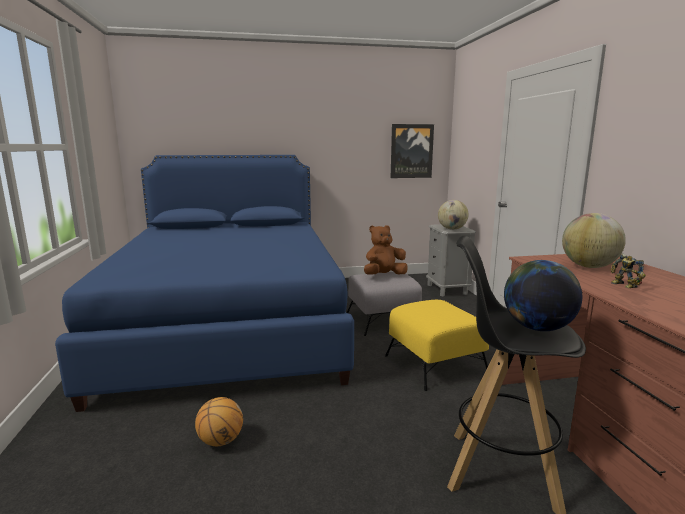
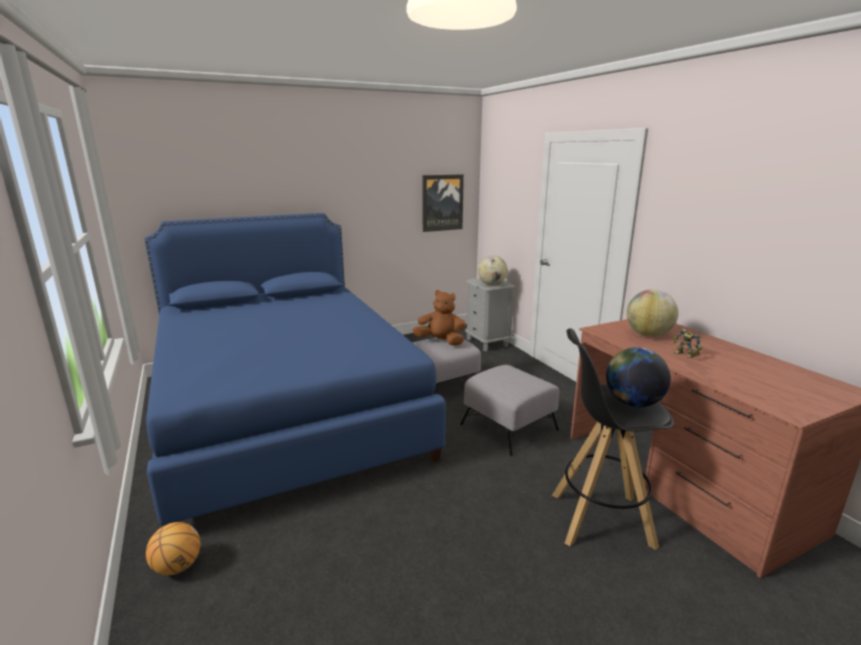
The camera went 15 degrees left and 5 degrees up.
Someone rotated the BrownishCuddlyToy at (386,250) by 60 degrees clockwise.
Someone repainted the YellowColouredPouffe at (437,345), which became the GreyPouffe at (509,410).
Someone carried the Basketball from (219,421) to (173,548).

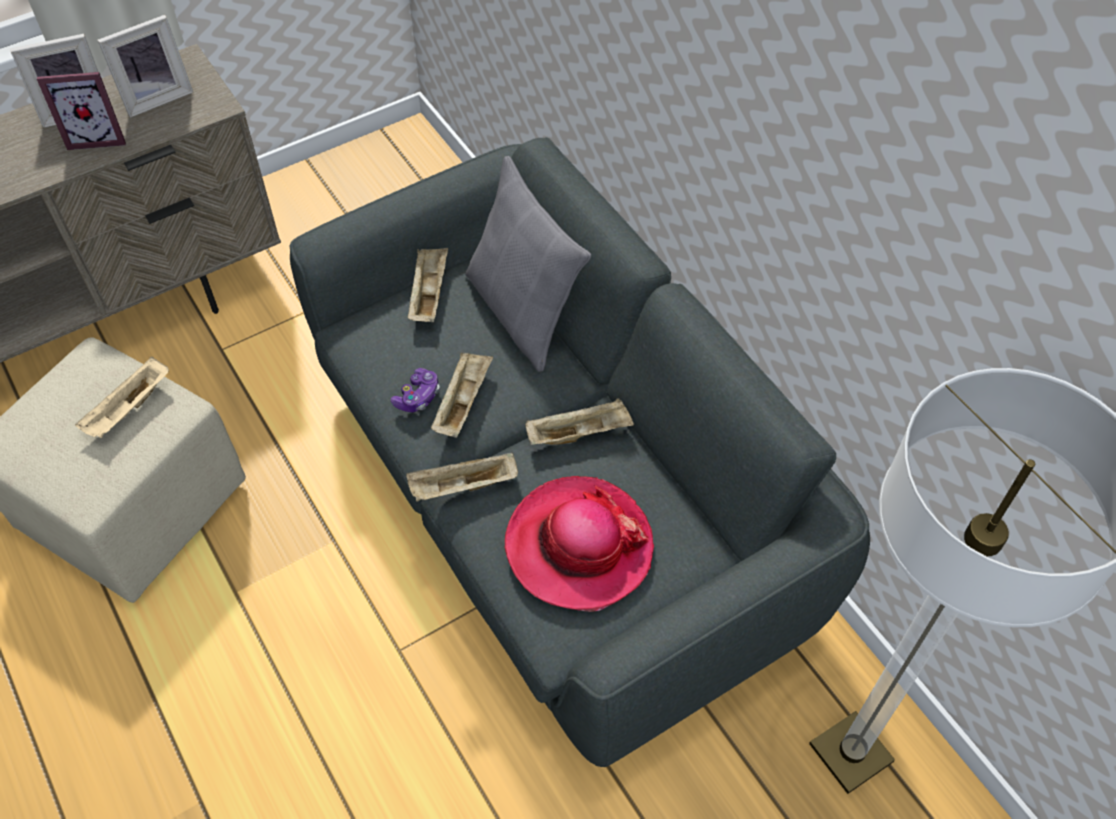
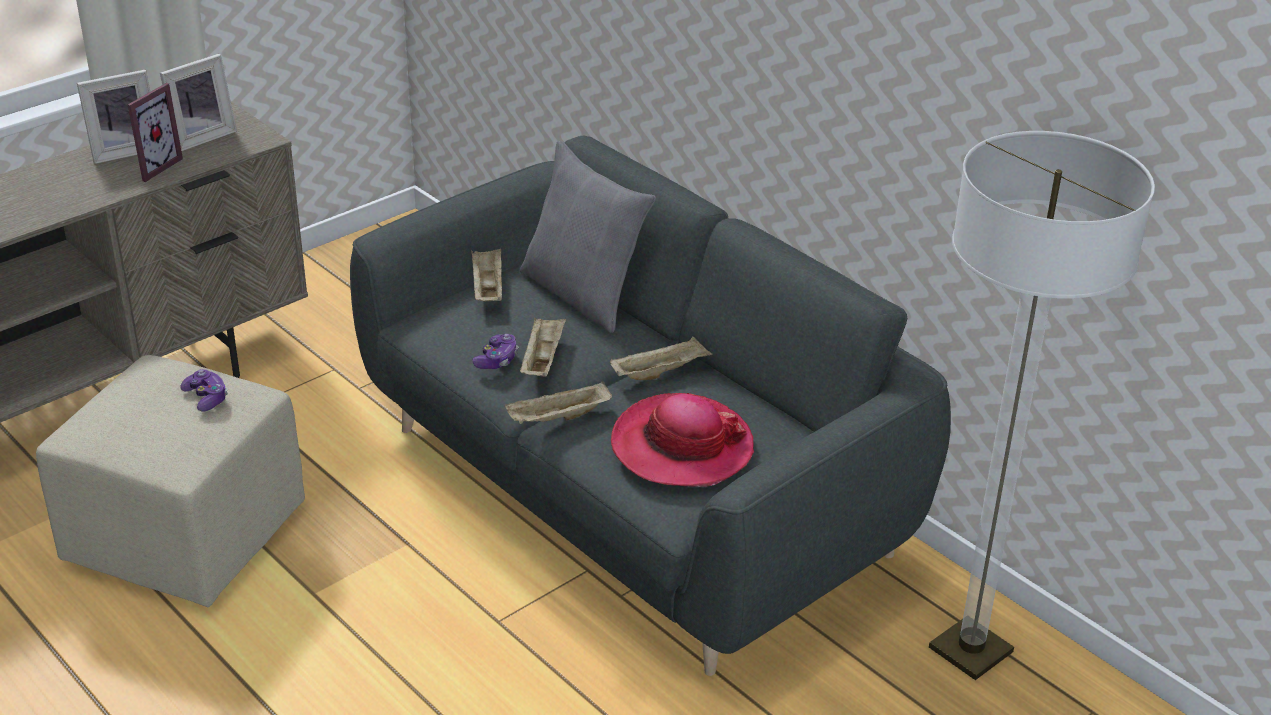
The camera went 10 degrees left and 20 degrees down.
Someone rotated the PhotoFrame at (81,111) by 45 degrees counterclockwise.
Someone swapped the BeigeColouredServingTray at (122,397) for the GameController at (204,390).

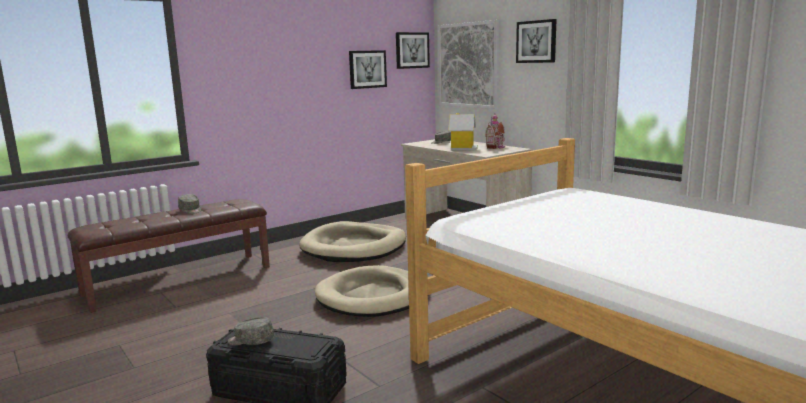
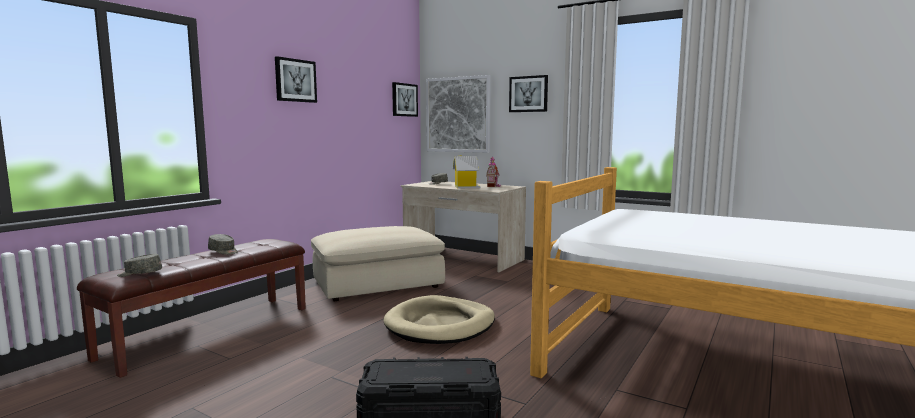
The camera went 20 degrees left and 5 degrees down.
Someone carried the WallPicture from (368,69) to (296,79).
Someone swapped the BeigeColouredDogCushion at (352,241) for the BeigeColouredPouffe at (378,263).
Someone carried the GreyCap from (251,331) to (139,265).

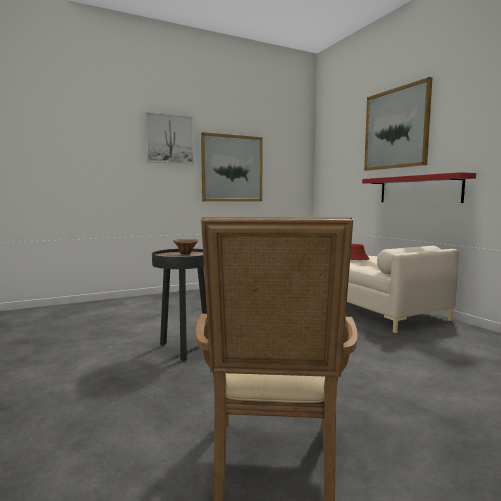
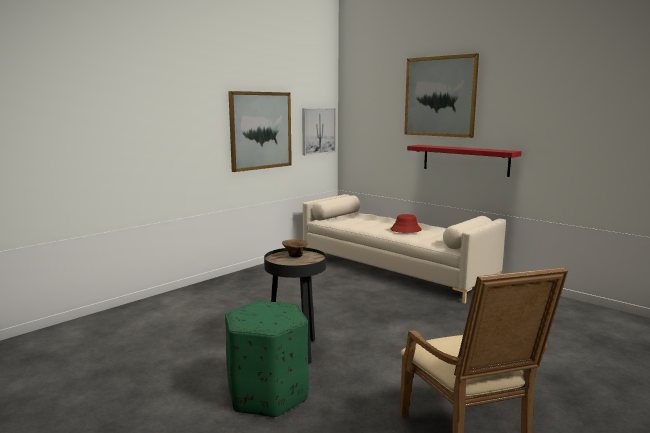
The camera went 20 degrees left and 5 degrees up.
Someone carried the WallPicture from (169,138) to (319,131).
Someone put down the GreenishPouffe at (267,359).

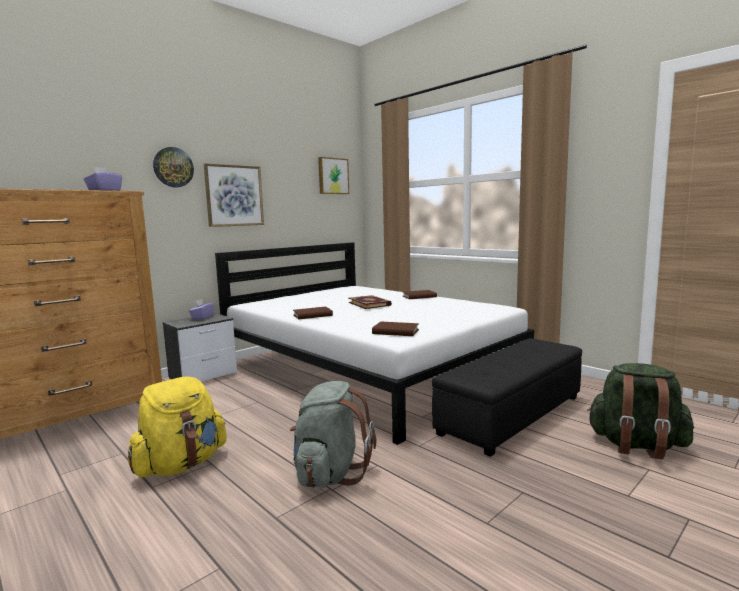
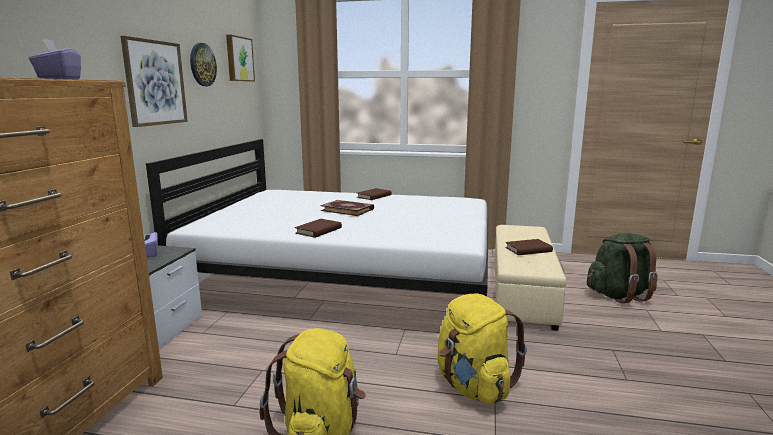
The camera went 35 degrees left and 5 degrees up.
Someone carried the ClockOnTheWall from (173,167) to (203,64).
Someone carried the BrownishVolume from (395,329) to (529,247).
Someone repainted the BlackColouredPouffe at (507,397), which became the BeigeColouredPouffe at (531,278).
Someone repainted the GreyRucksack at (333,434), which became the YellowColouredRucksack at (482,349).

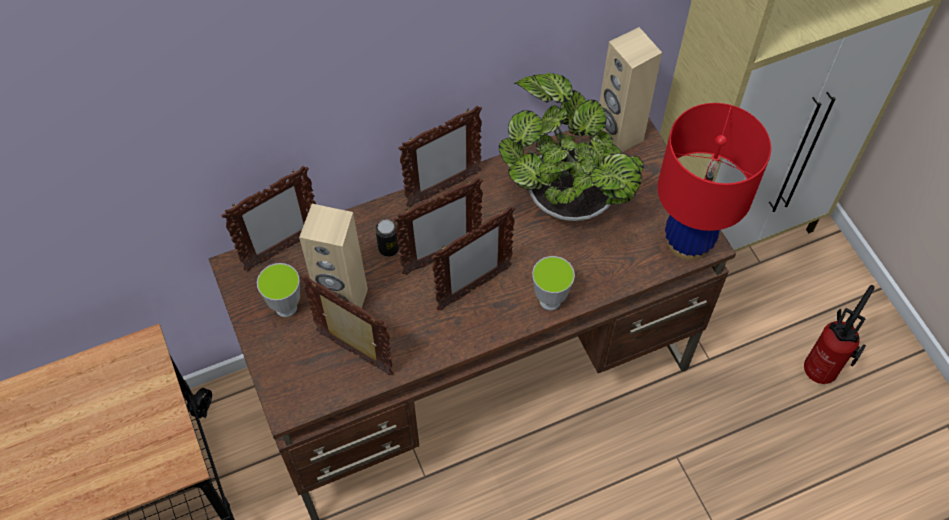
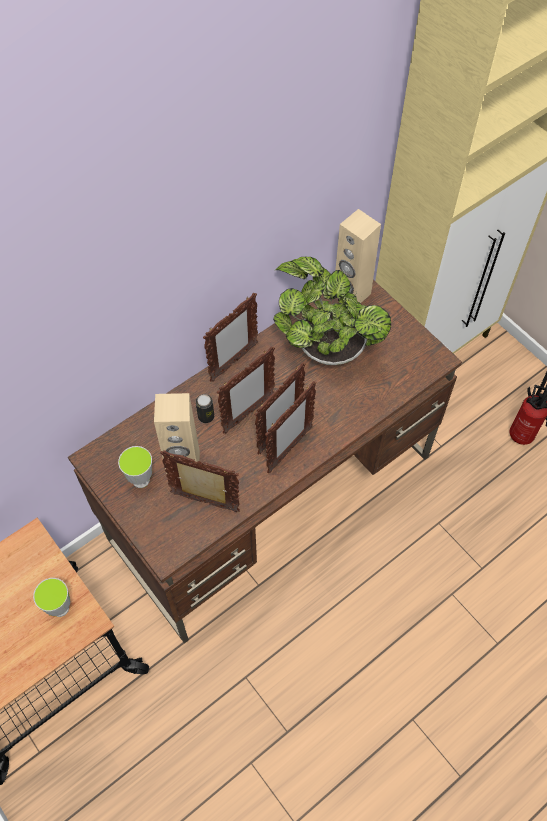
The camera went 15 degrees left and 0 degrees up.
Someone took away the ReddishTableLamp at (714,181).
Someone carried the PhotoFrame from (268,218) to (291,427).
Someone carried the DrinkingCup from (553,283) to (51,597).

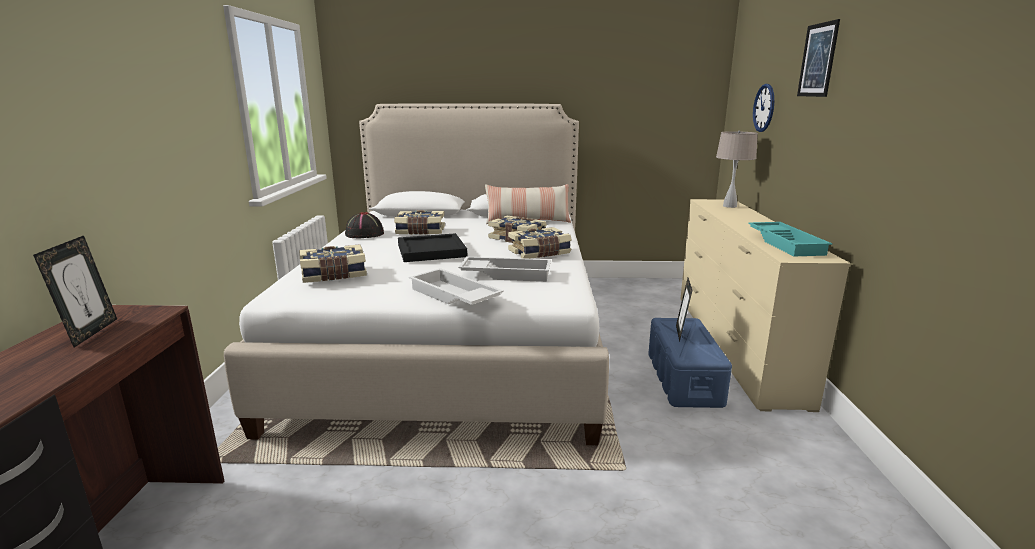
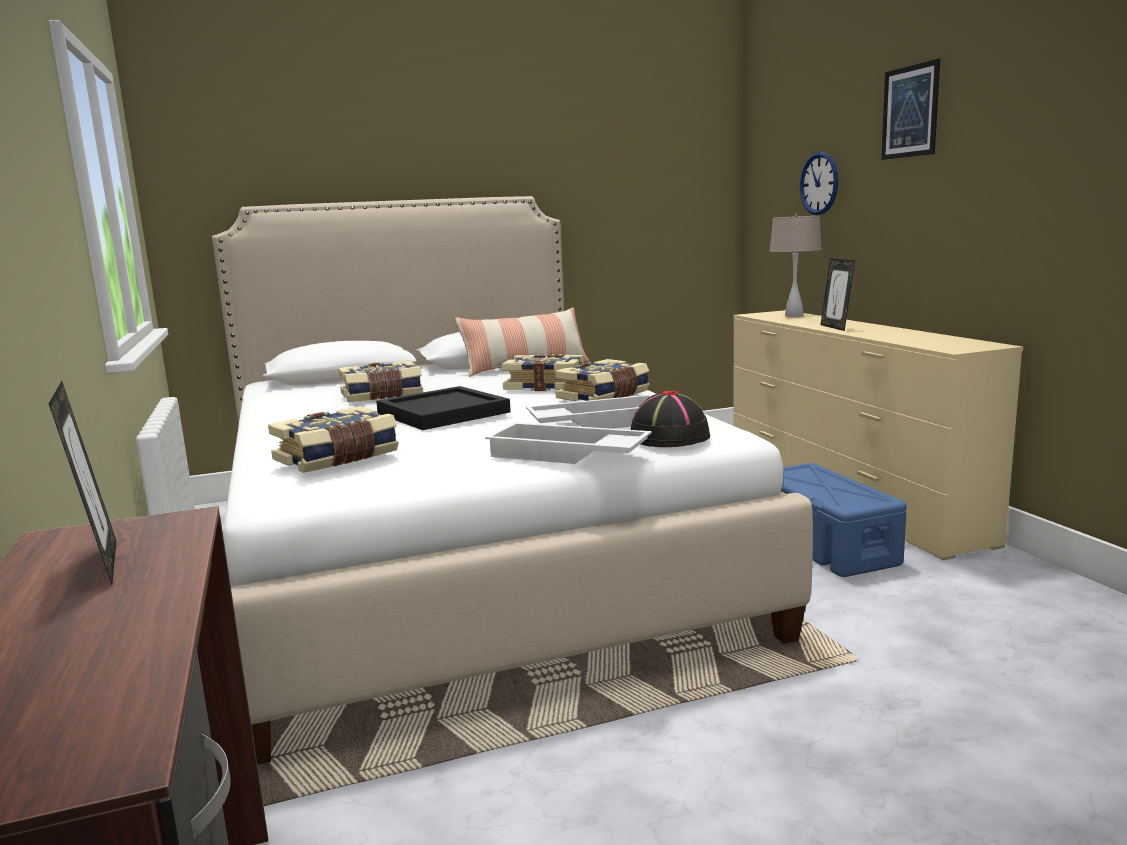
The camera went 20 degrees left and 5 degrees down.
Someone carried the BlackColouredHat from (364,225) to (670,419).
Someone took away the BlueGreenServingTray at (790,239).
Someone carried the PhotoFrame from (684,310) to (838,294).

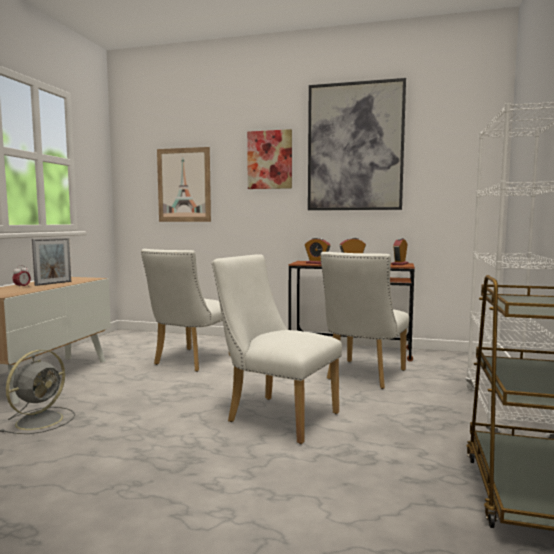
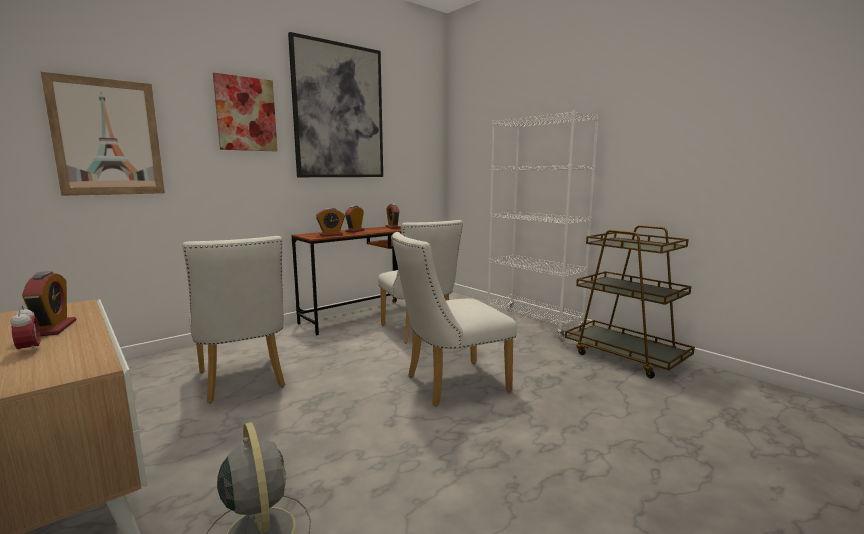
The camera went 55 degrees left and 5 degrees up.
Someone swapped the PhotoFrame at (51,262) for the AlarmClock at (49,303).

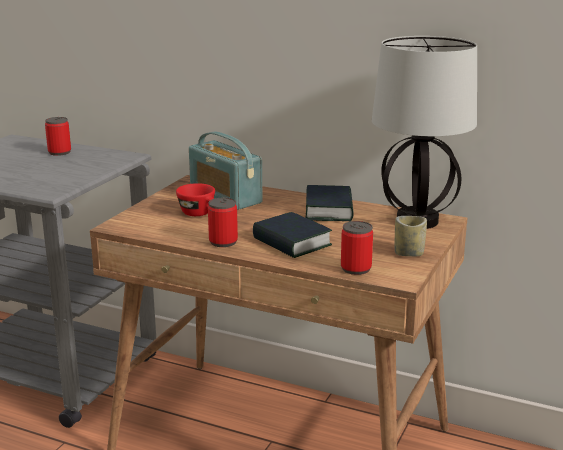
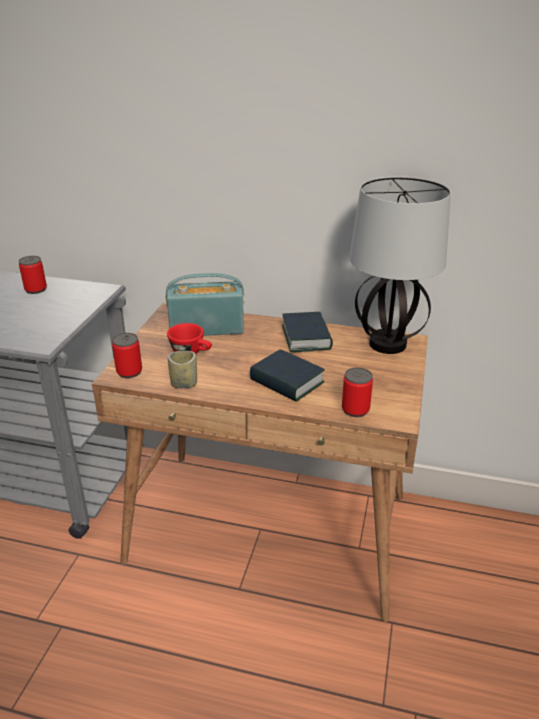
The camera went 10 degrees left and 10 degrees up.
Someone rotated the Radio at (225,171) by 135 degrees clockwise.
Someone carried the MetalCan from (223,222) to (127,355).
Someone carried the DrinkingCup from (411,236) to (182,370).

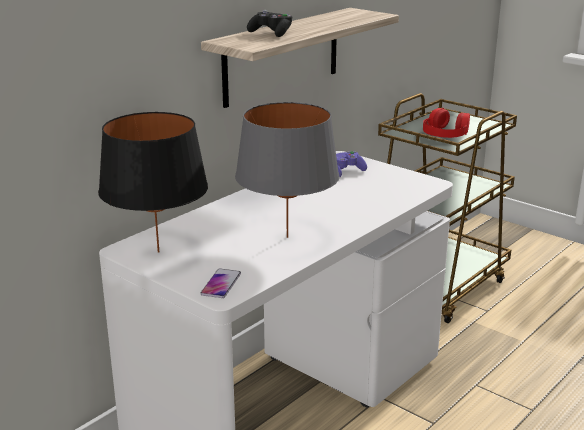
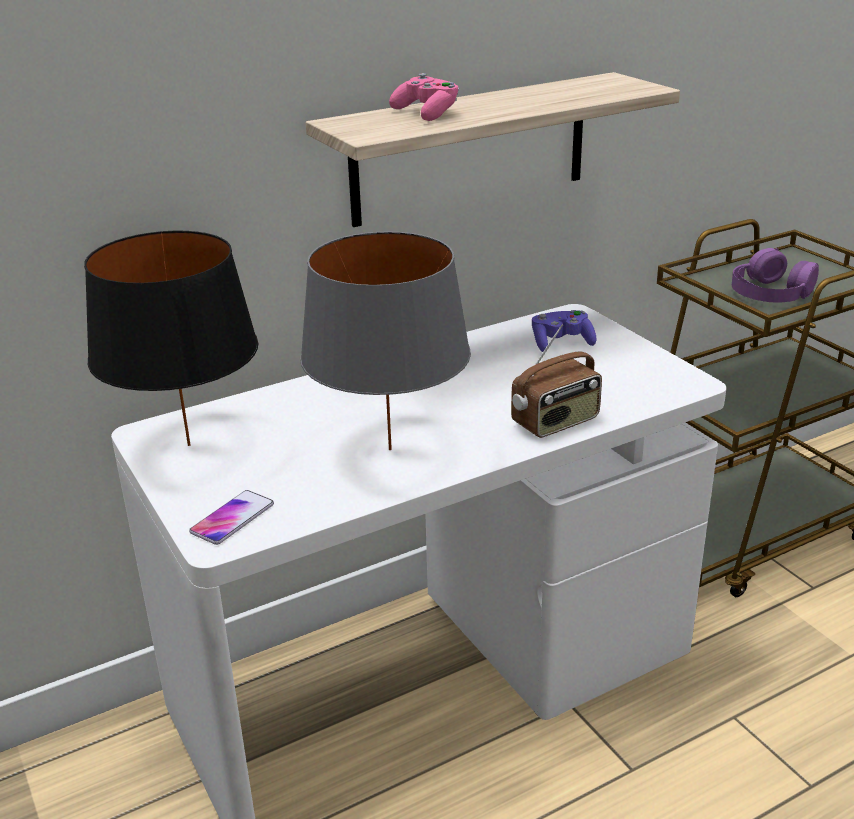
The camera went 20 degrees right and 5 degrees up.
Someone repainted the BlackColouredGameController at (269,23), which became the PinkGameController at (424,97).
Someone repainted the ReddishHeadset at (446,123), which became the PurpleHeadset at (775,275).
Someone put down the Radio at (556,381).

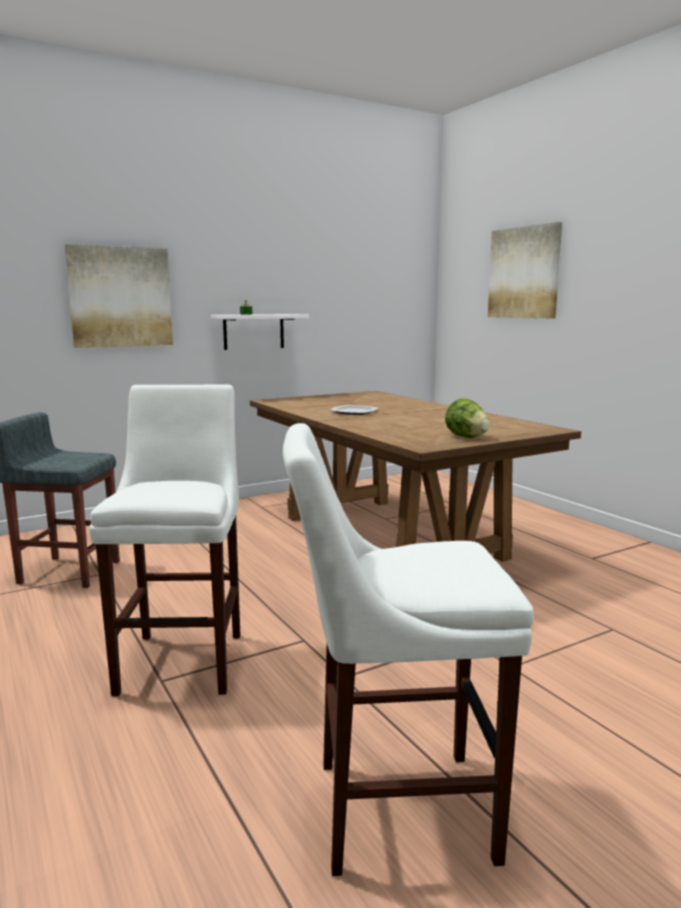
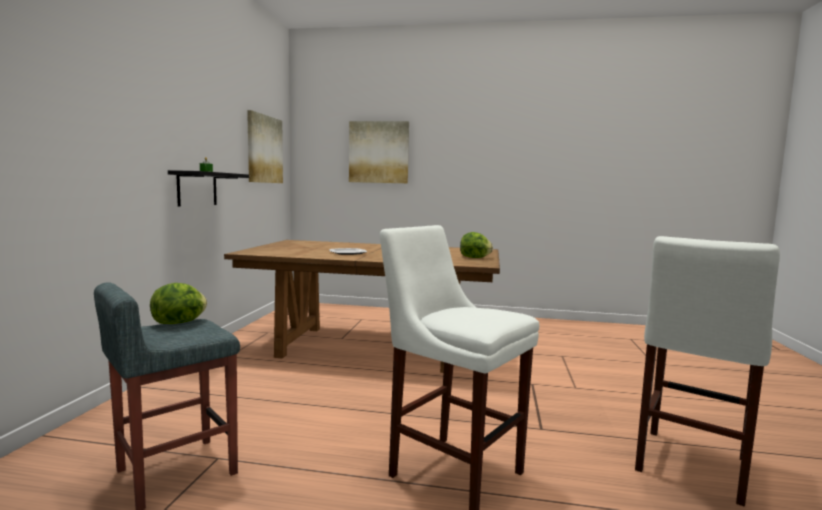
The camera went 50 degrees left and 5 degrees down.
Someone carried the WallPicture from (119,296) to (265,146).
Someone repainted the WhiteColouredBracketShelf at (259,332), which became the BlackColouredBracketShelf at (208,188).
Someone put down the LettuceHead at (178,303).

